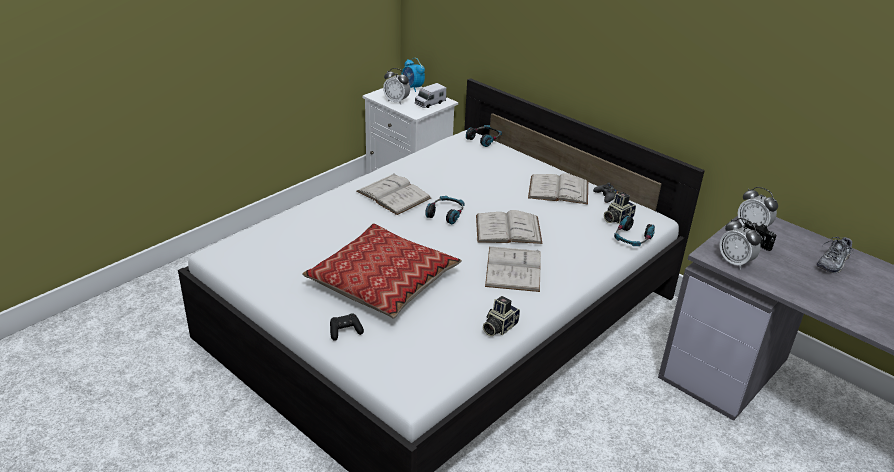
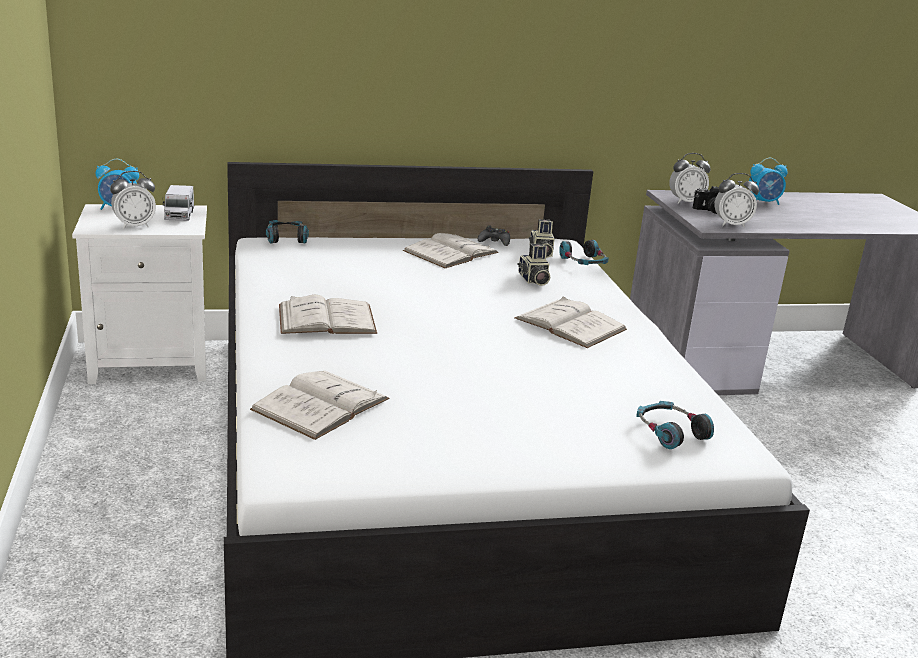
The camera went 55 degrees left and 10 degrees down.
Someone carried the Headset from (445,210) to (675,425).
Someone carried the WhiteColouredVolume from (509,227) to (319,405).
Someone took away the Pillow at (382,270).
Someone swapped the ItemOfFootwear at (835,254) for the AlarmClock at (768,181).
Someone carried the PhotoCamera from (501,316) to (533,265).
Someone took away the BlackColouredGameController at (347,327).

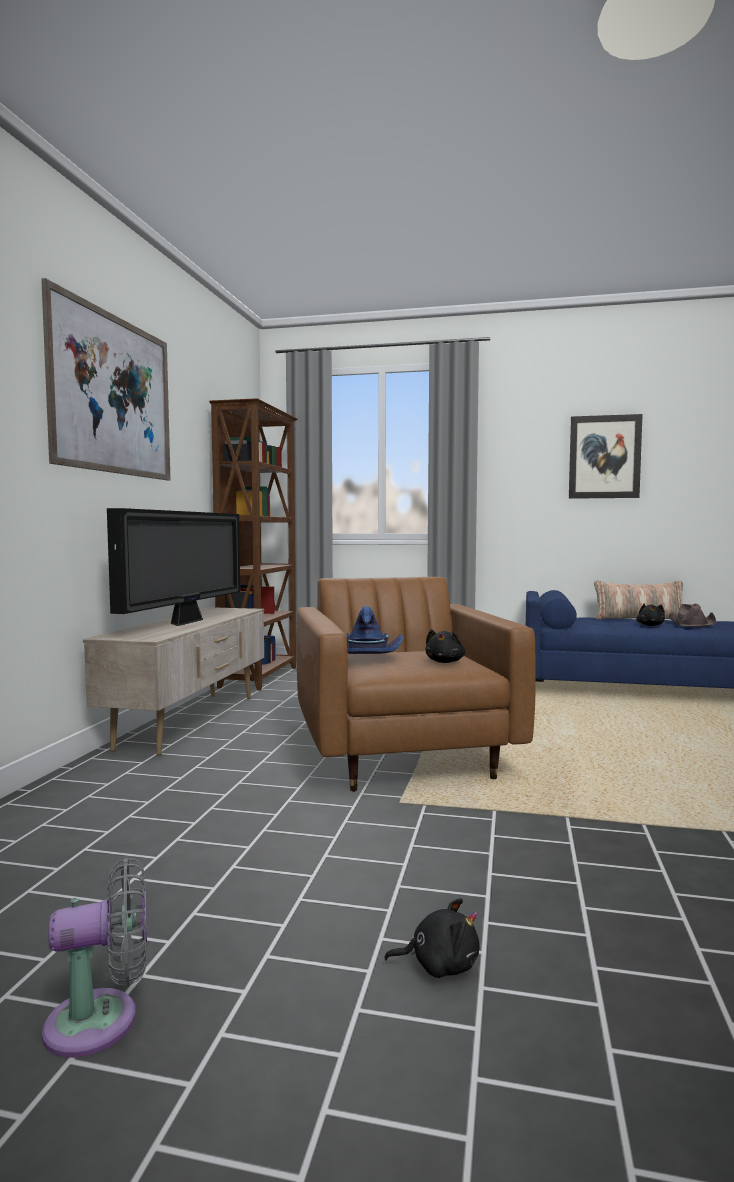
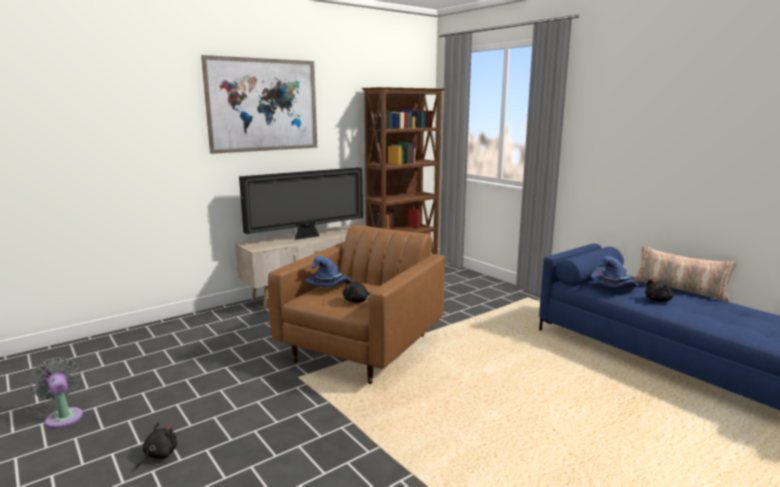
The camera went 40 degrees right and 10 degrees up.
Someone took away the WallPicture at (606,456).
Someone took away the BrownishHat at (692,615).
Someone rotated the GreyCoolingFan at (94,957) by 150 degrees counterclockwise.
Someone rotated the BlackColouredCuddlyToy at (432,938) by 105 degrees counterclockwise.
Someone put down the BluishHat at (615,272).

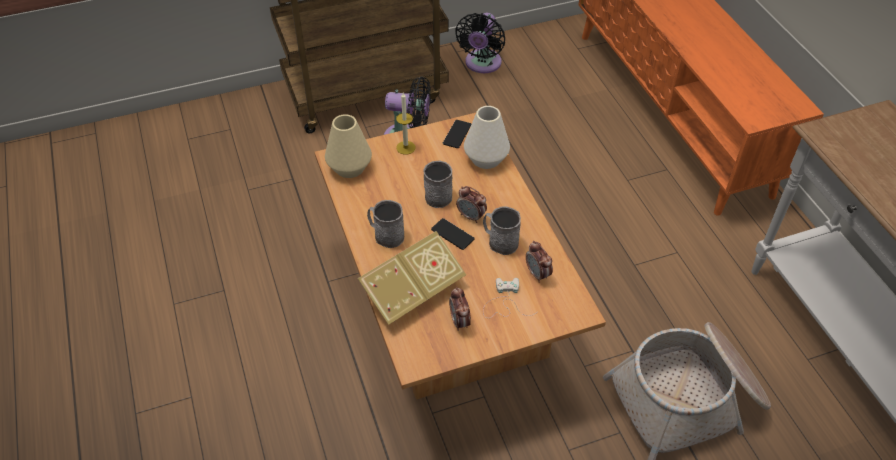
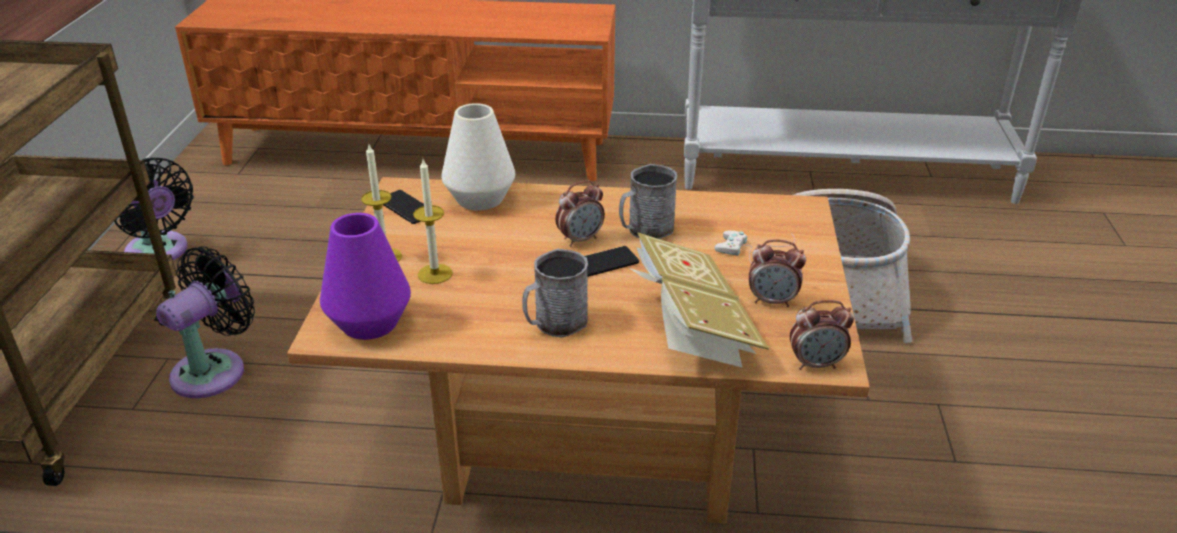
The camera went 65 degrees left and 15 degrees down.
Someone repainted the BeigeColouredFlowerVase at (348,146), which became the PurpleFlowerVase at (365,276).
Someone took away the GreyMug at (438,184).
Someone carried the AlarmClock from (539,262) to (822,335).
Someone put down the Candle at (433,221).

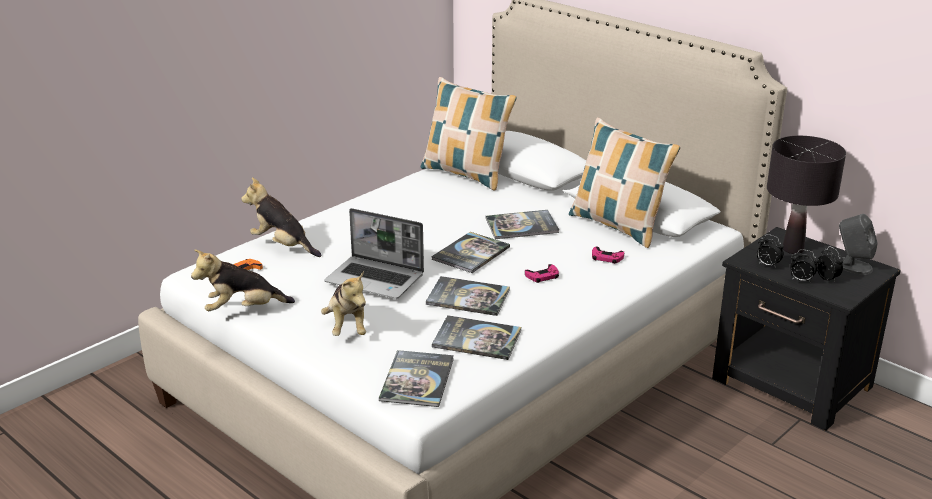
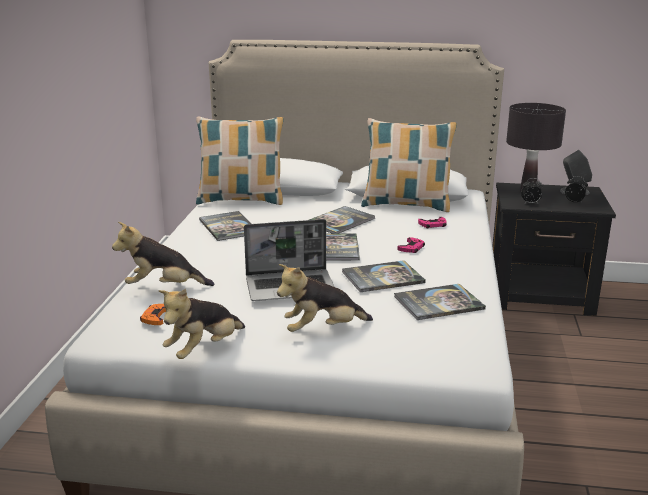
The camera went 35 degrees left and 5 degrees down.
Someone took away the AlarmClock at (804,266).
Someone rotated the CuddlyToy at (343,303) by 120 degrees clockwise.
Someone carried the Volume from (416,378) to (225,226).

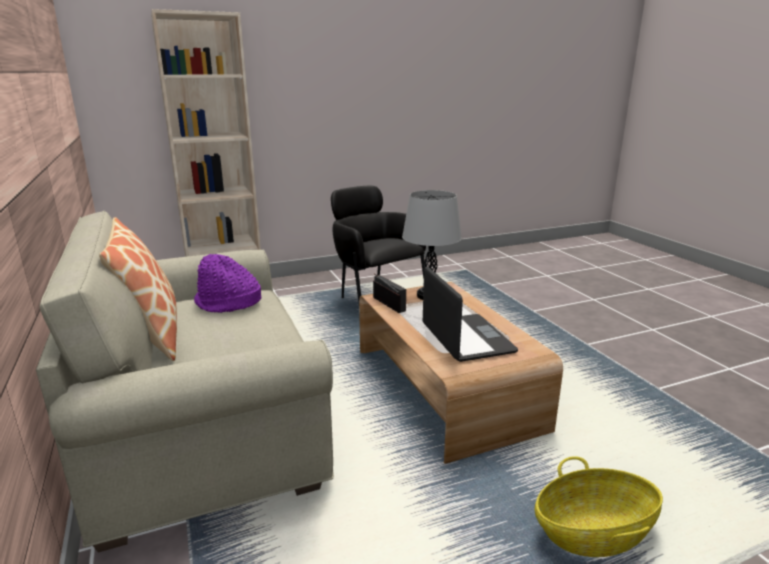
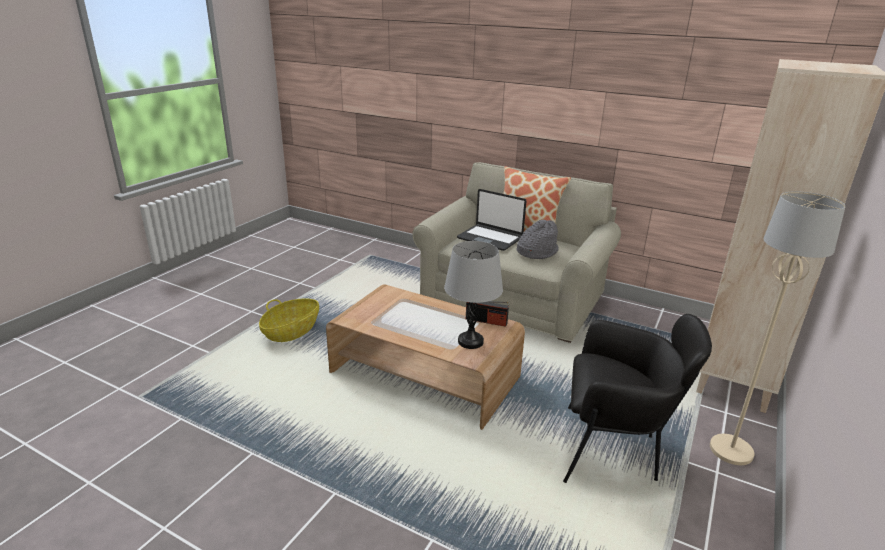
The camera went 140 degrees right and 5 degrees up.
Someone repainted the PurpleHat at (227,283), which became the GreyHat at (537,239).
Someone carried the Laptop from (470,314) to (491,220).
Someone put down the BeigeColouredFloorLamp at (778,328).

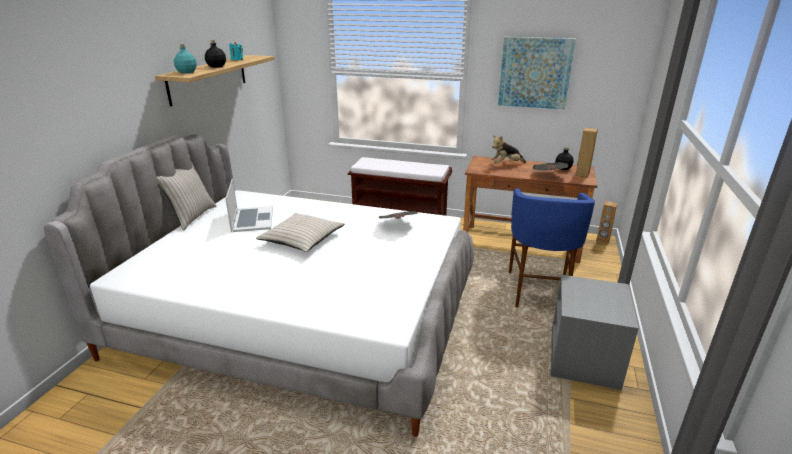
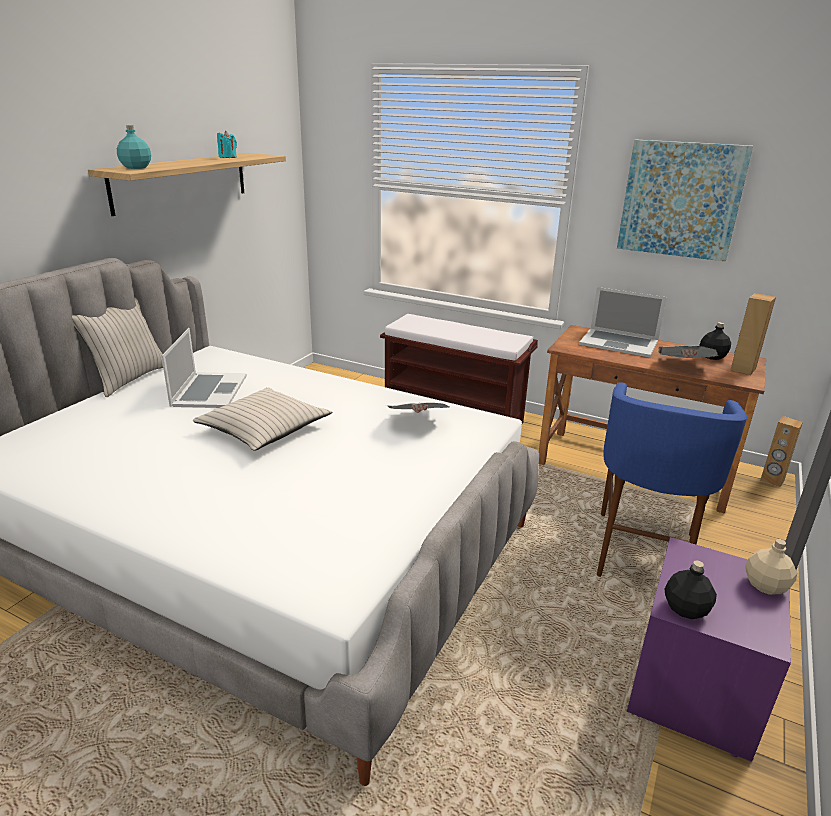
The camera went 10 degrees right and 0 degrees up.
Someone carried the BlackColouredBeverageBottle from (215,54) to (691,589).
Someone swapped the CuddlyToy at (508,149) for the Laptop at (623,322).
Someone repainted the GreyNightstand at (595,332), which became the PurpleNightstand at (709,649).
Someone put down the BeigeColouredBeverageBottle at (771,567).

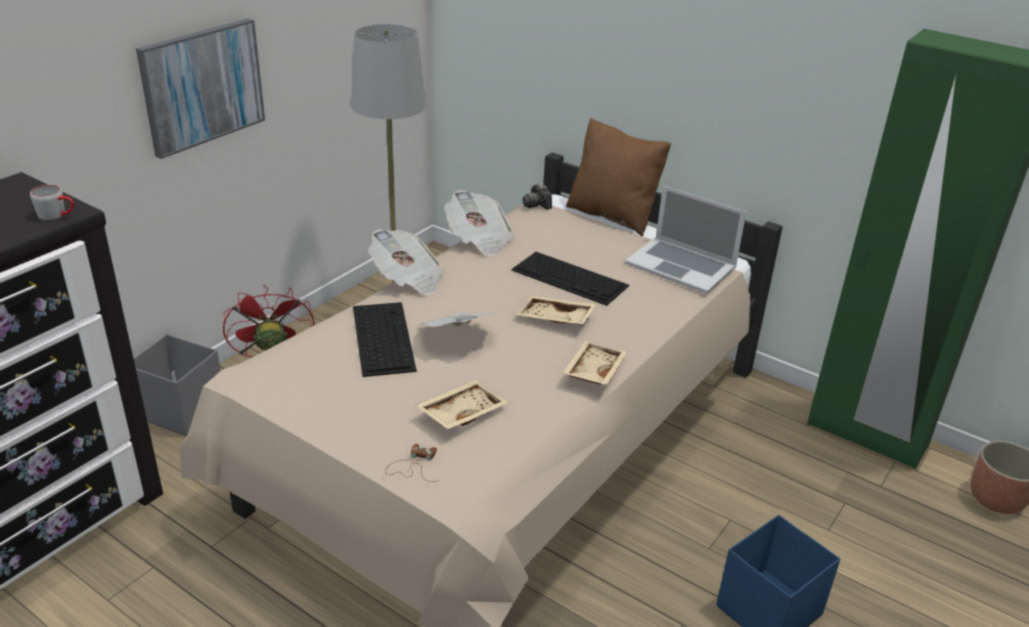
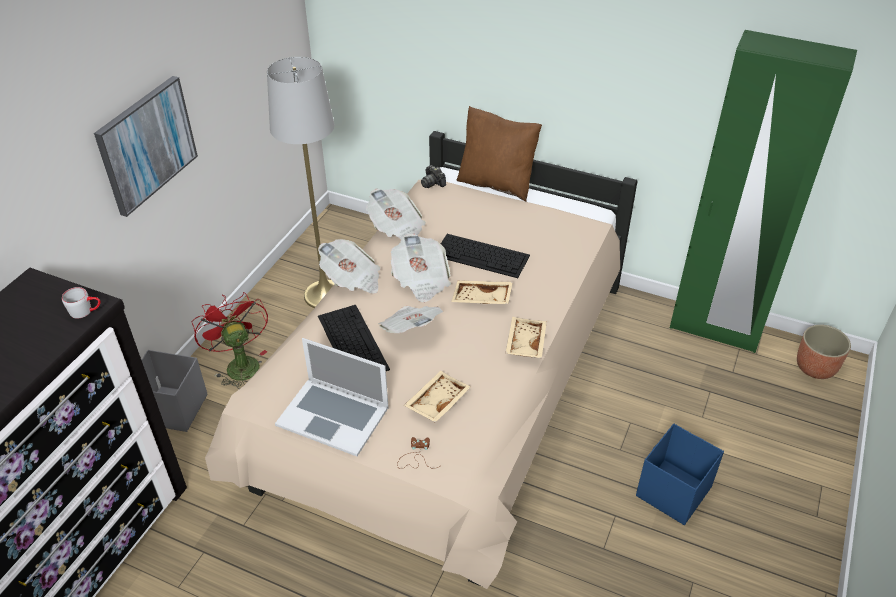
The camera went 10 degrees left and 10 degrees up.
Someone carried the Laptop from (685,240) to (332,397).
Someone put down the PrintedPaper at (421,268).

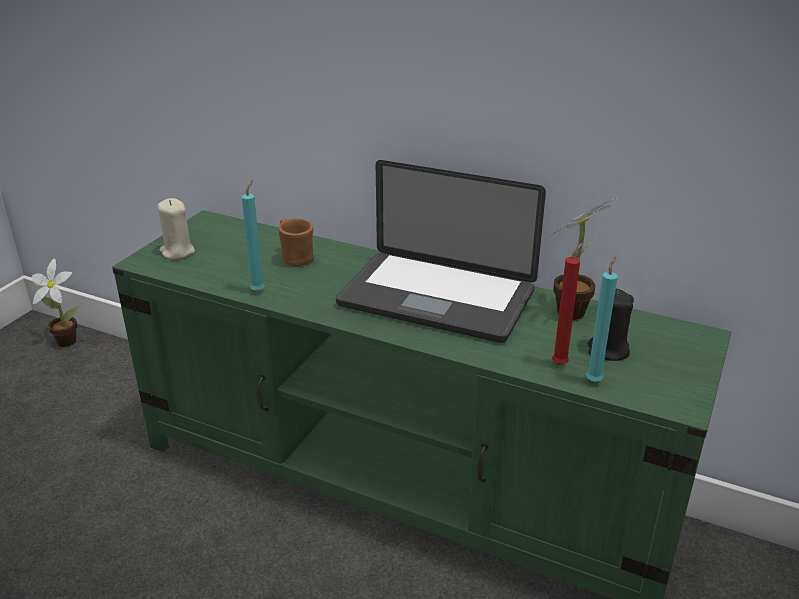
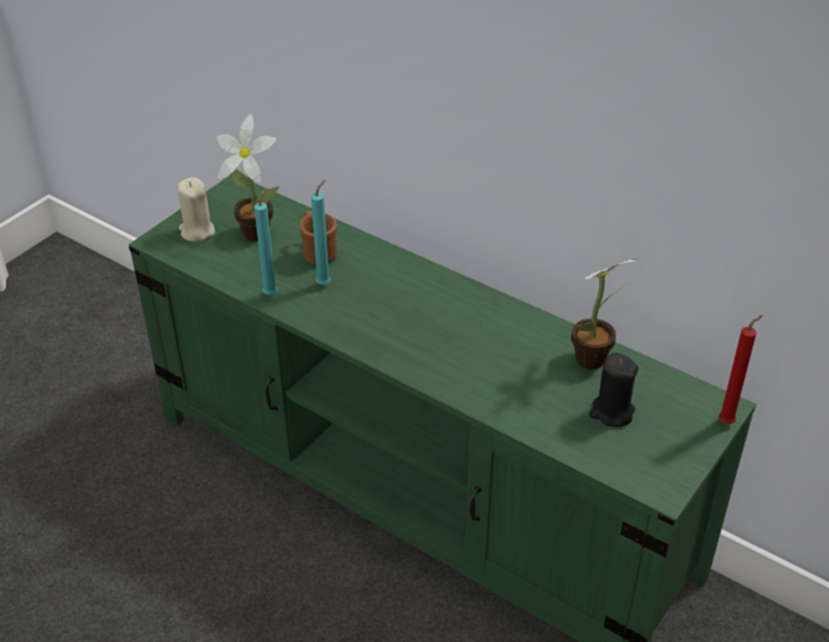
The camera went 10 degrees right and 10 degrees up.
Someone took away the Laptop at (441,251).
Someone carried the ReddishCandle from (568,303) to (741,369).
Someone carried the BlueGreenCandle from (602,319) to (321,232).
Someone carried the PottedPlant from (55,302) to (248,177).

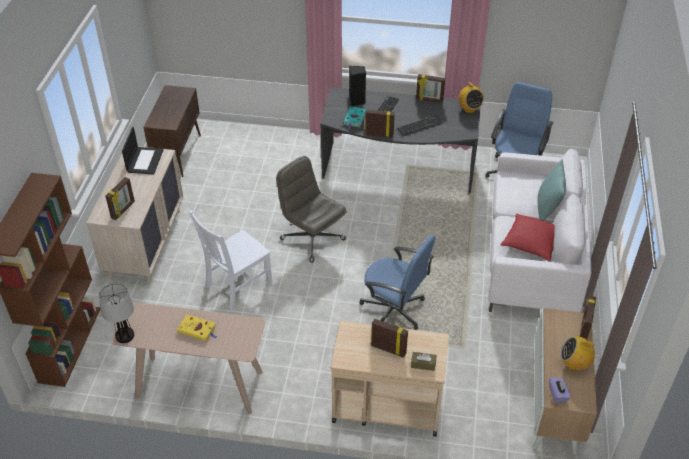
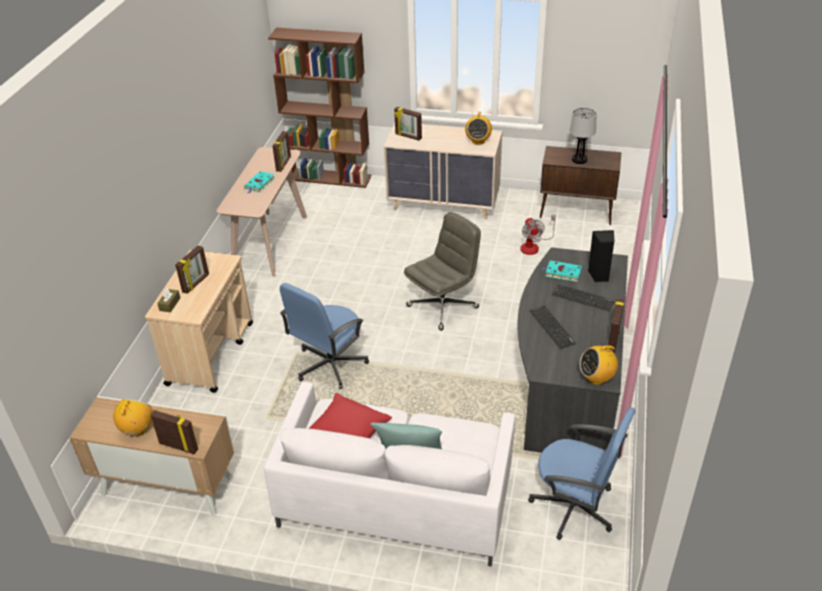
The camera went 95 degrees right and 5 degrees down.
Someone carried the PhotoFrame from (380,124) to (281,151).
Someone swapped the Laptop at (143,150) for the Radio at (478,128).
Someone took away the WhiteColouredPlainChair at (230,259).
Someone carried the TableLamp from (116,313) to (583,136).
Someone repainted the YellowColouredVolume at (197,327), which became the BlueGreenVolume at (259,182).
Someone took away the PurpleTissueBox at (560,390).
Someone put down the CoolingFan at (538,234).

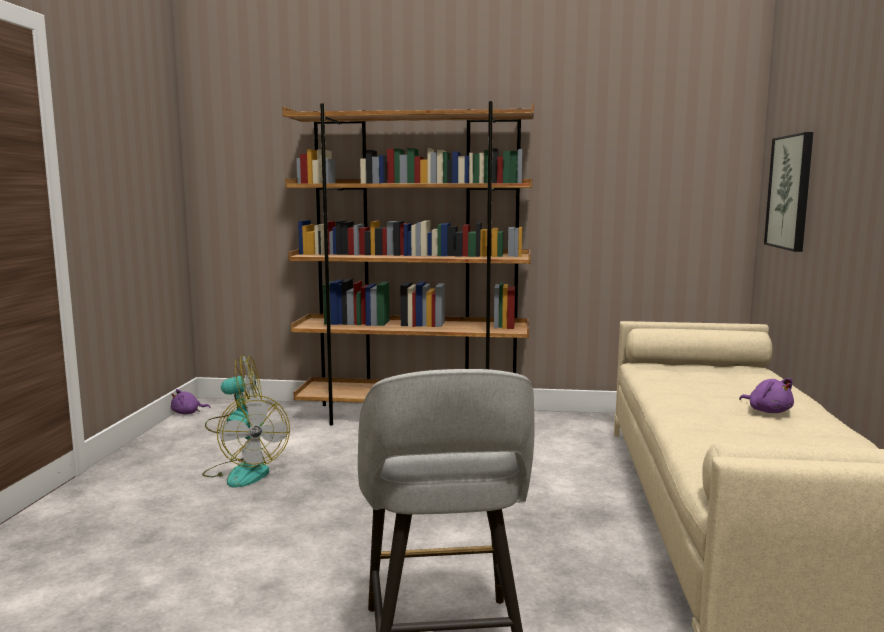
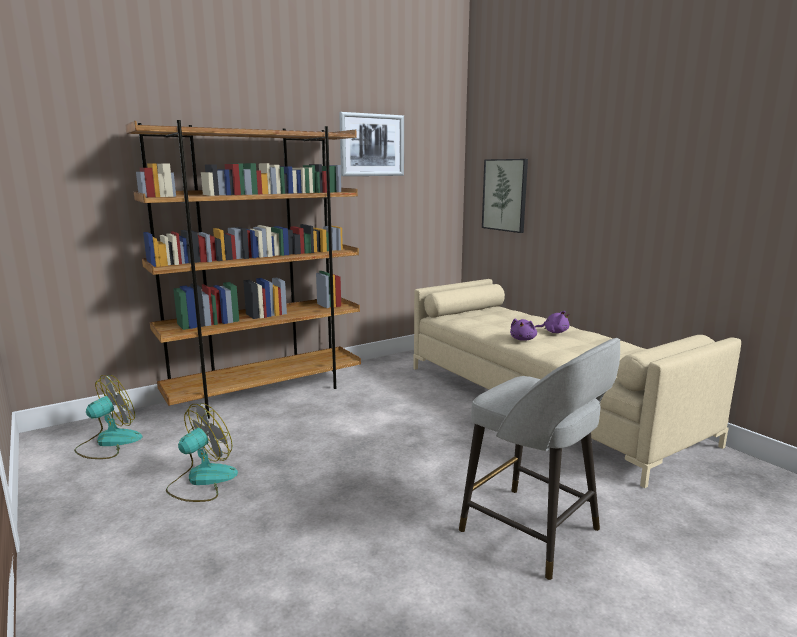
The camera went 40 degrees left and 5 degrees up.
Someone carried the PurpleCuddlyToy from (191,401) to (523,330).
Someone rotated the CoolingFan at (246,441) by 75 degrees counterclockwise.
Someone put up the WallPicture at (371,144).

